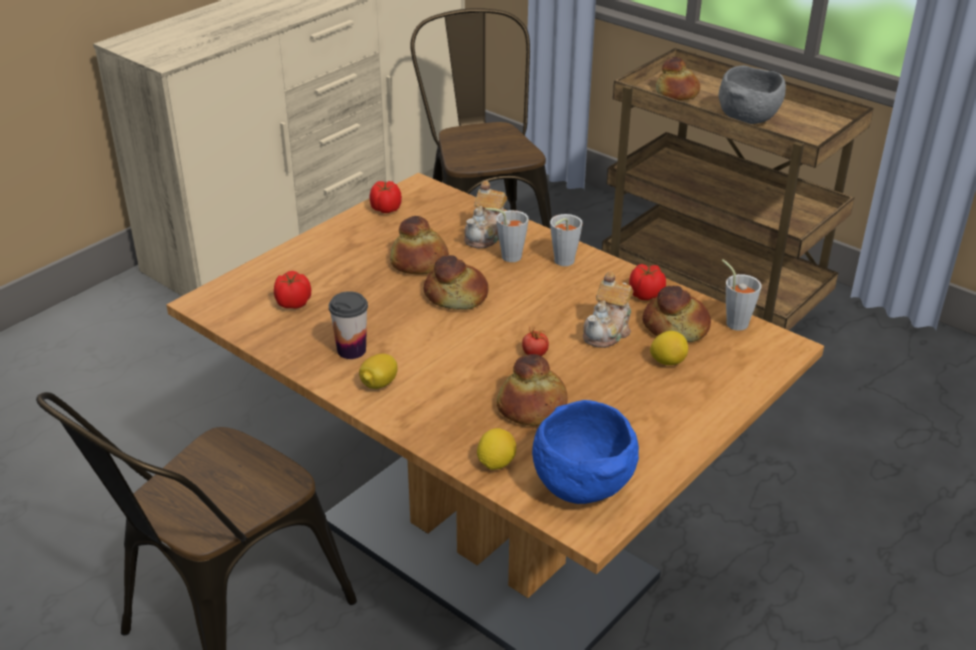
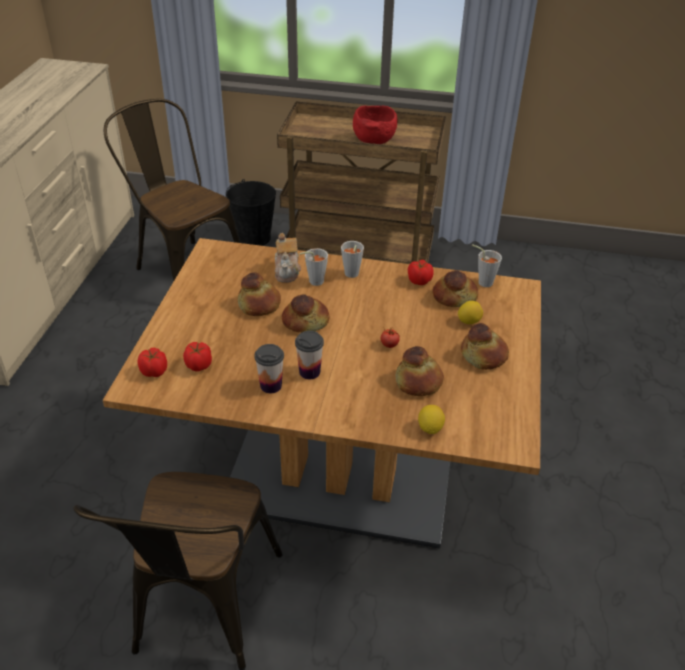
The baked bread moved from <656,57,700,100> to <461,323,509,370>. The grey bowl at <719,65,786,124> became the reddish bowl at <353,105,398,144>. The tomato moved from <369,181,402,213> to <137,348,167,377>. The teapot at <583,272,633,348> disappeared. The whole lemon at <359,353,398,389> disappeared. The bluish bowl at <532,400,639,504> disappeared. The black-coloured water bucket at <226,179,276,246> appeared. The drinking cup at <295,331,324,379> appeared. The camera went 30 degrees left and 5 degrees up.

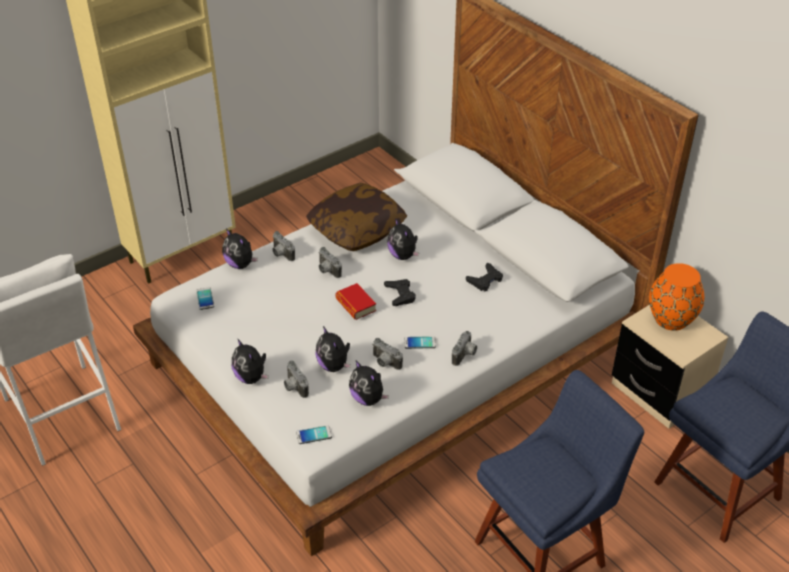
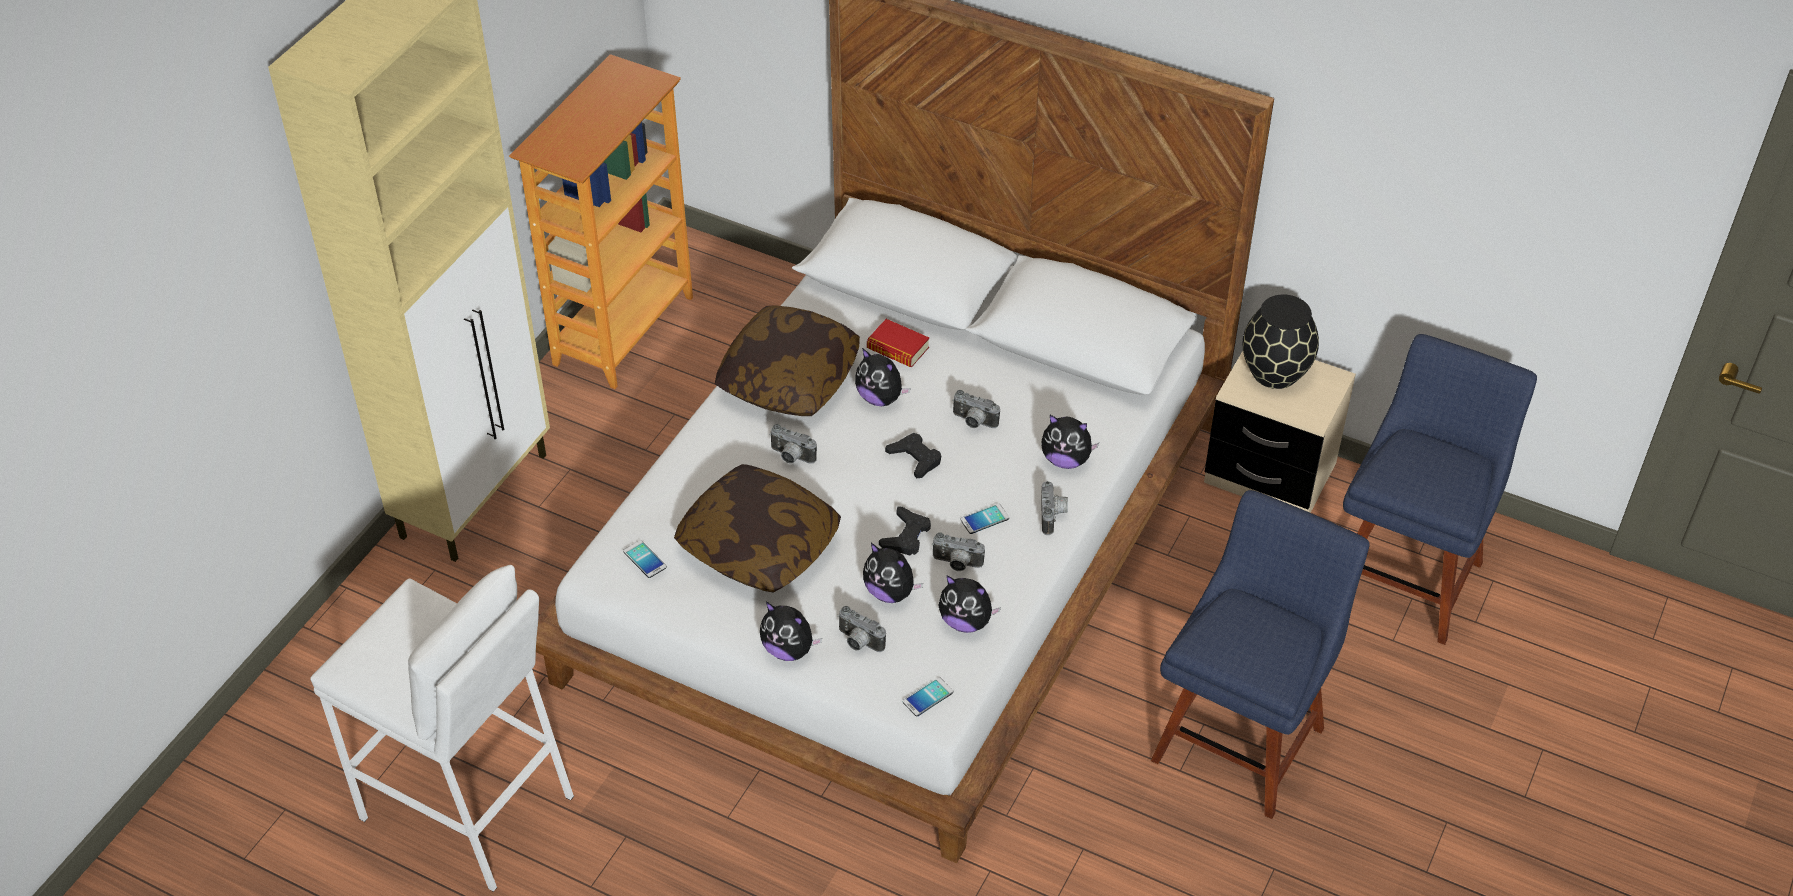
The cuddly toy moved from <222,229,258,269> to <1041,415,1099,469>. The still camera moved from <272,231,295,261> to <952,390,1000,428>. The black-coloured gamepad moved from <466,262,503,291> to <879,506,931,555>. The orange-coloured decorative vase at <649,263,704,331> became the black-coloured decorative vase at <1242,294,1319,389>. The bound book moved from <336,283,376,320> to <867,319,929,367>. The bookcase at <509,54,693,389> appeared. The pillow at <674,464,841,593> appeared. The camera went 25 degrees left and 5 degrees up.

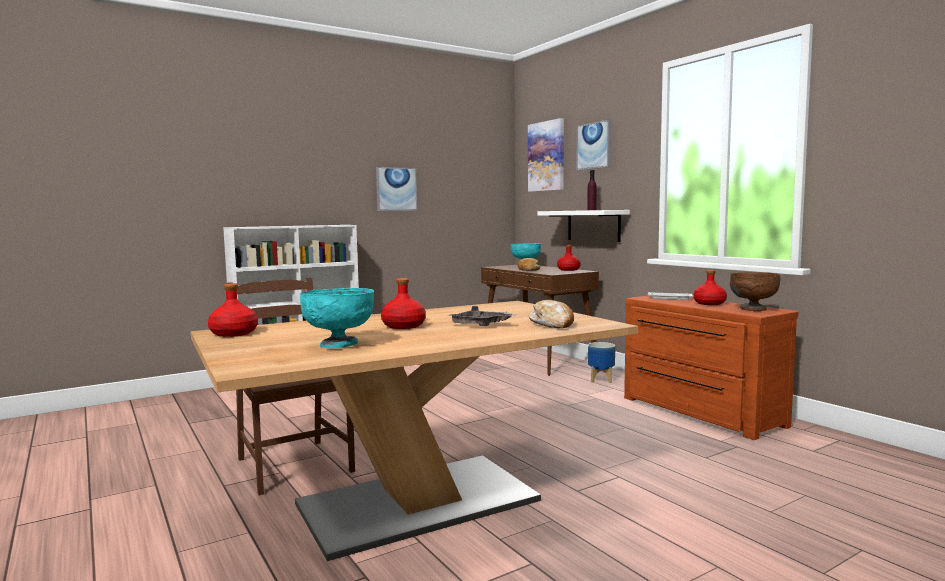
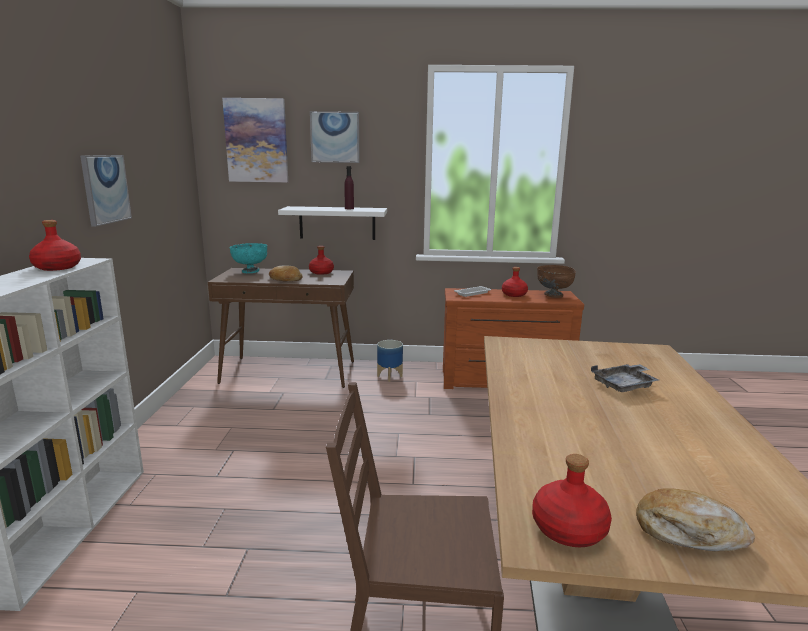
The reddish drink bottle moved from <381,278,426,329> to <29,220,81,271>. The blue-green bowl at <300,288,374,348> disappeared. The baked bread moved from <529,300,574,328> to <636,488,755,552>. The camera went 55 degrees left and 10 degrees up.

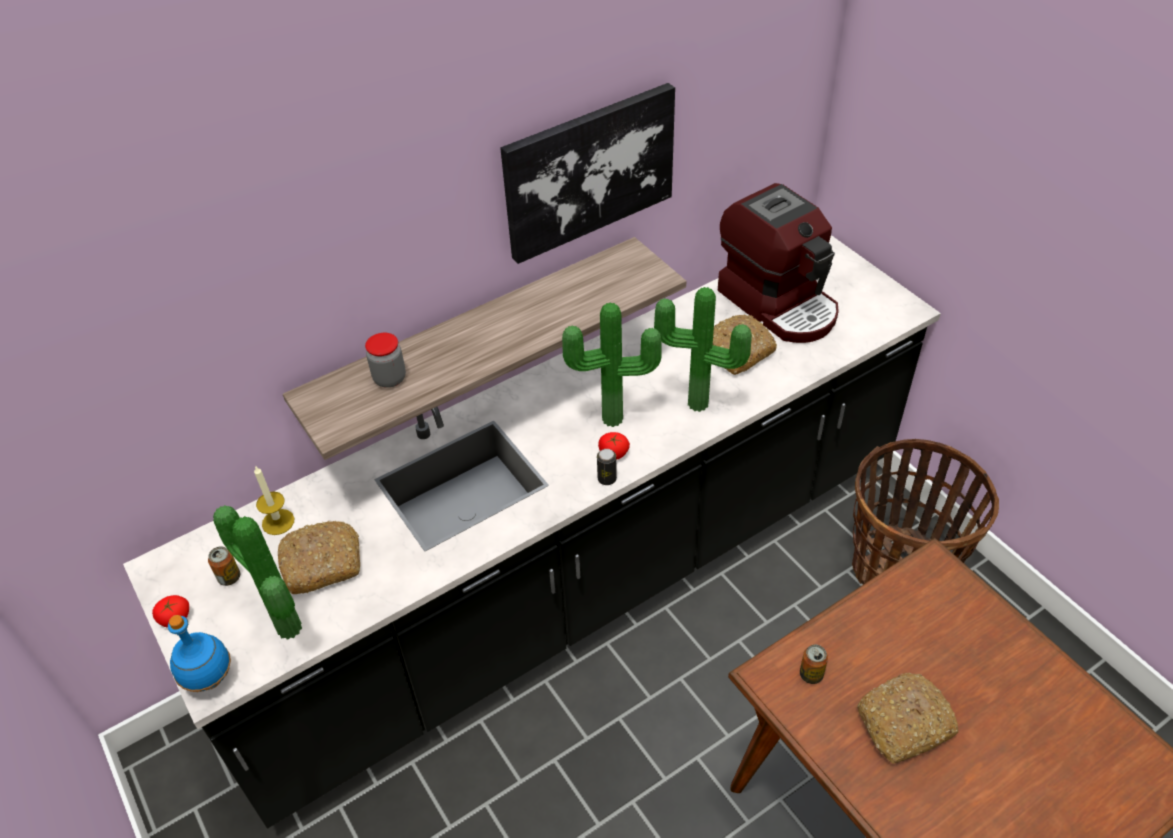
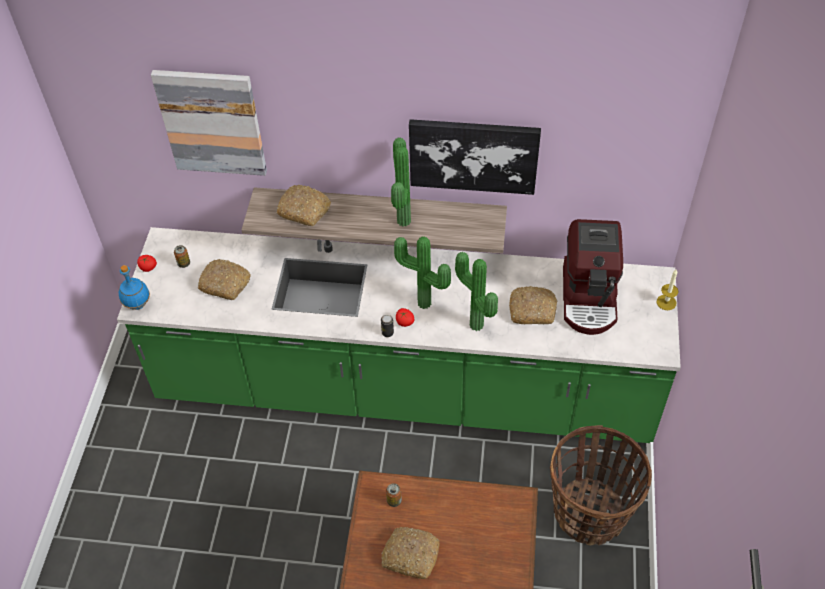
The black-coloured counter at <123,235,941,829> became the greenish counter at <117,227,681,443>. The storage jar at <365,333,406,388> was replaced by the baked bread at <276,185,331,226>. The wax light moved from <254,467,294,535> to <657,270,679,310>. The plant in a pot moved from <213,505,302,640> to <391,137,411,227>. The picture at <151,70,267,176> appeared. The camera went 40 degrees right and 5 degrees up.

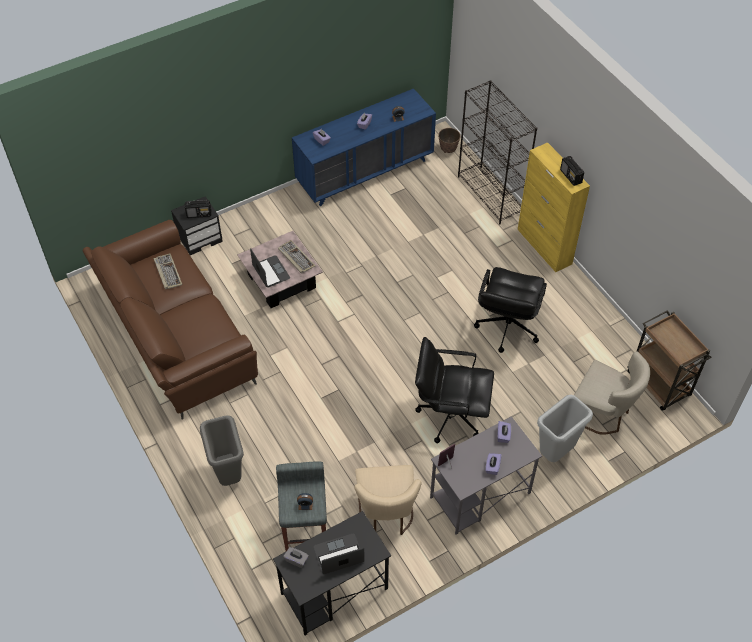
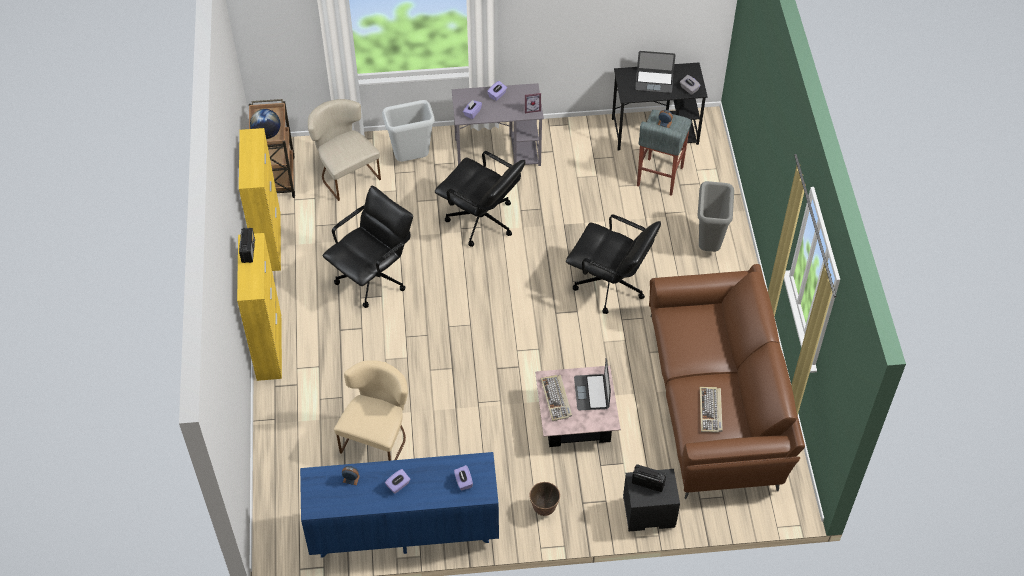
The black-coloured bookcase at <458,80,537,224> disappeared. The plant pot moved from <438,128,461,153> to <529,482,560,516>. The beige-coloured plain chair moved from <354,465,422,535> to <334,360,408,461>. The globe at <250,109,280,139> appeared. The yellow cabinet at <239,128,281,271> appeared. The black-coloured desk chair at <566,215,661,314> appeared. The camera went 155 degrees left and 0 degrees up.

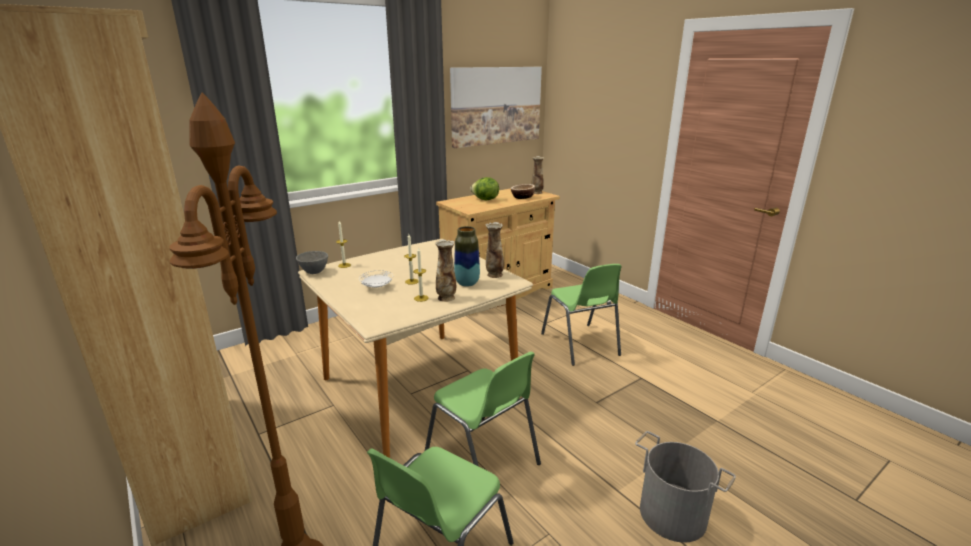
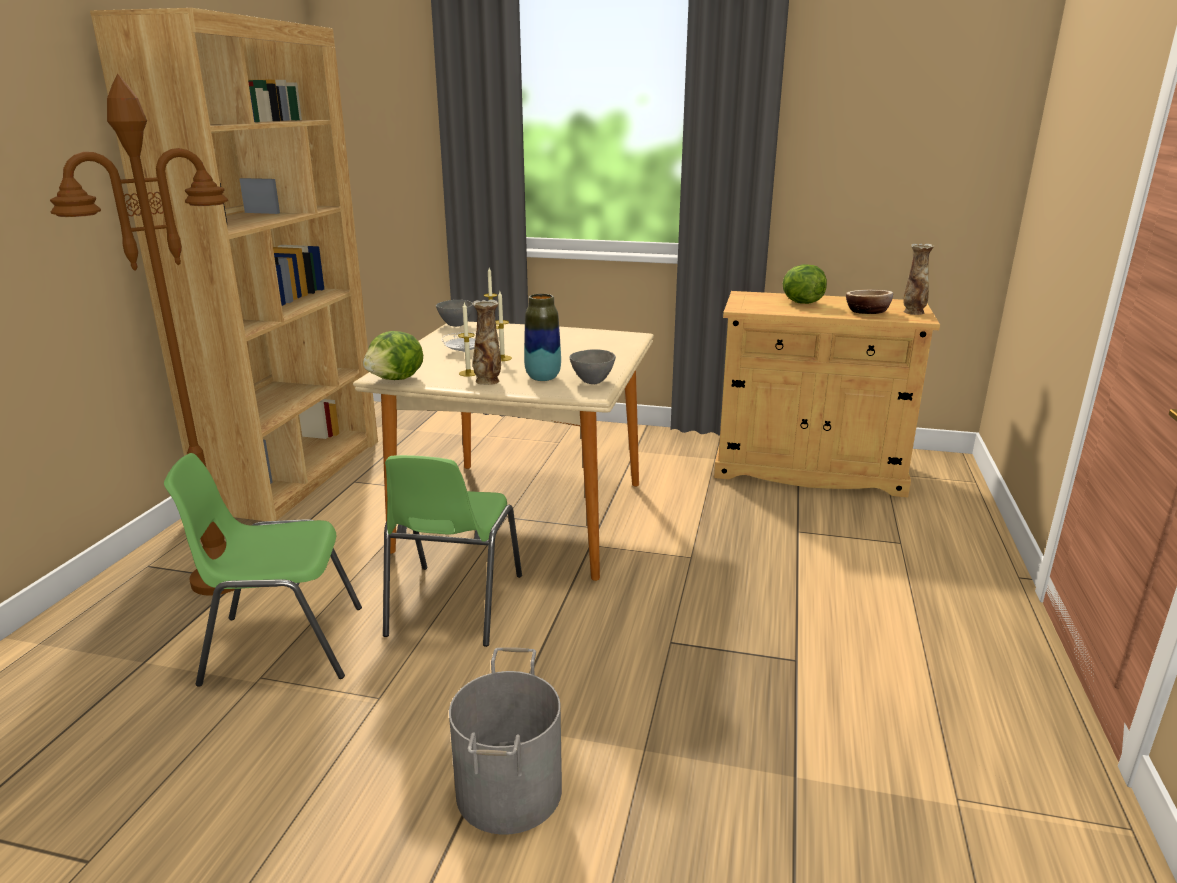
The picture at <450,67,542,148> disappeared. The decorative vase at <486,222,504,278> was replaced by the grey bowl at <569,349,616,384>. The greenish plain chair at <541,264,622,366> disappeared. The lettuce head at <363,331,423,380> appeared. The camera went 50 degrees right and 0 degrees up.

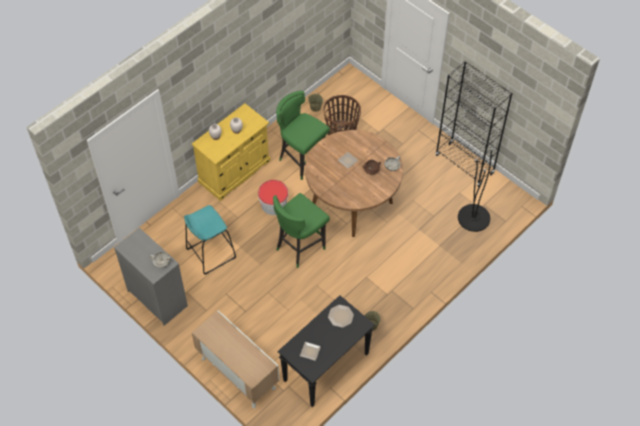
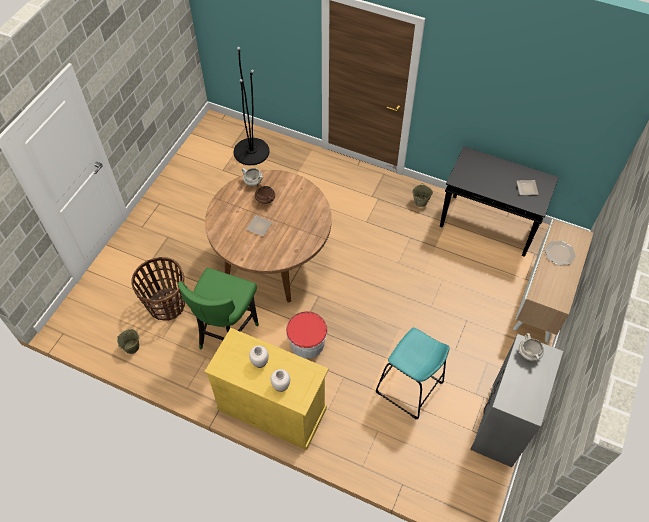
The black-coloured bookcase at <435,60,513,187> disappeared. The greenish sitting stool at <273,193,330,268> disappeared. The plate moved from <328,305,354,328> to <545,240,576,265>. The camera went 110 degrees left and 0 degrees up.

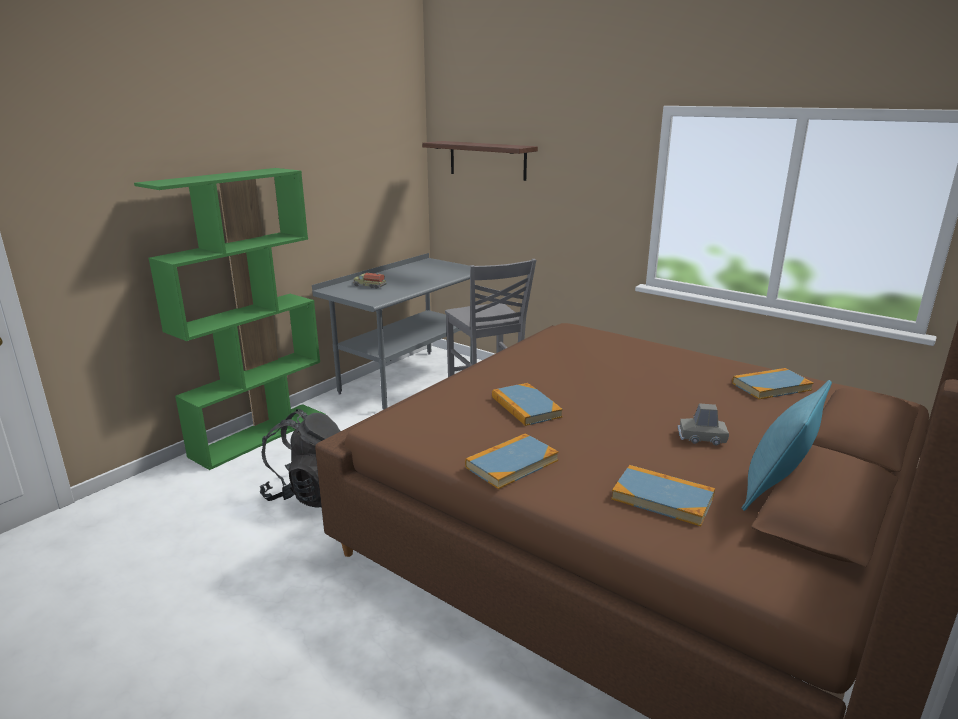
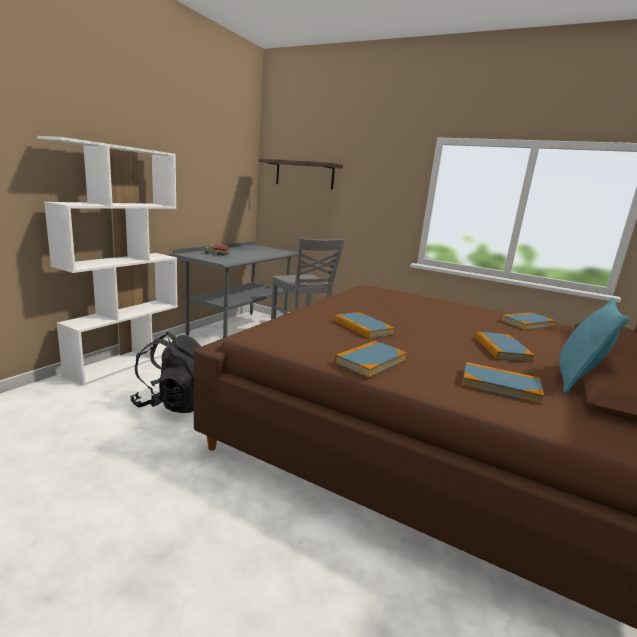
The greenish bookcase at <134,168,325,470> became the whitish bookcase at <37,136,178,386>. The grey miniature car at <678,404,729,445> was replaced by the bound book at <475,332,535,362>. The camera went 10 degrees left and 5 degrees down.

